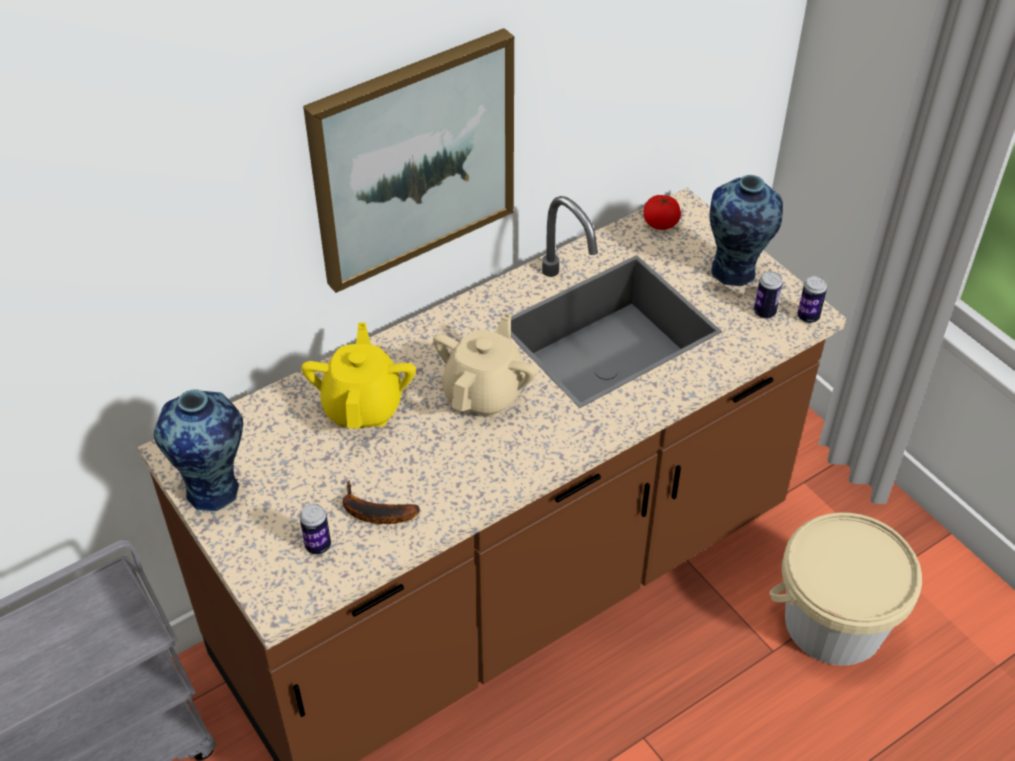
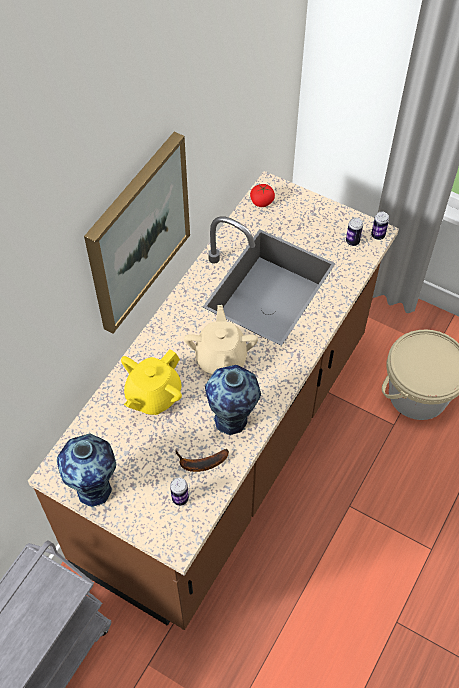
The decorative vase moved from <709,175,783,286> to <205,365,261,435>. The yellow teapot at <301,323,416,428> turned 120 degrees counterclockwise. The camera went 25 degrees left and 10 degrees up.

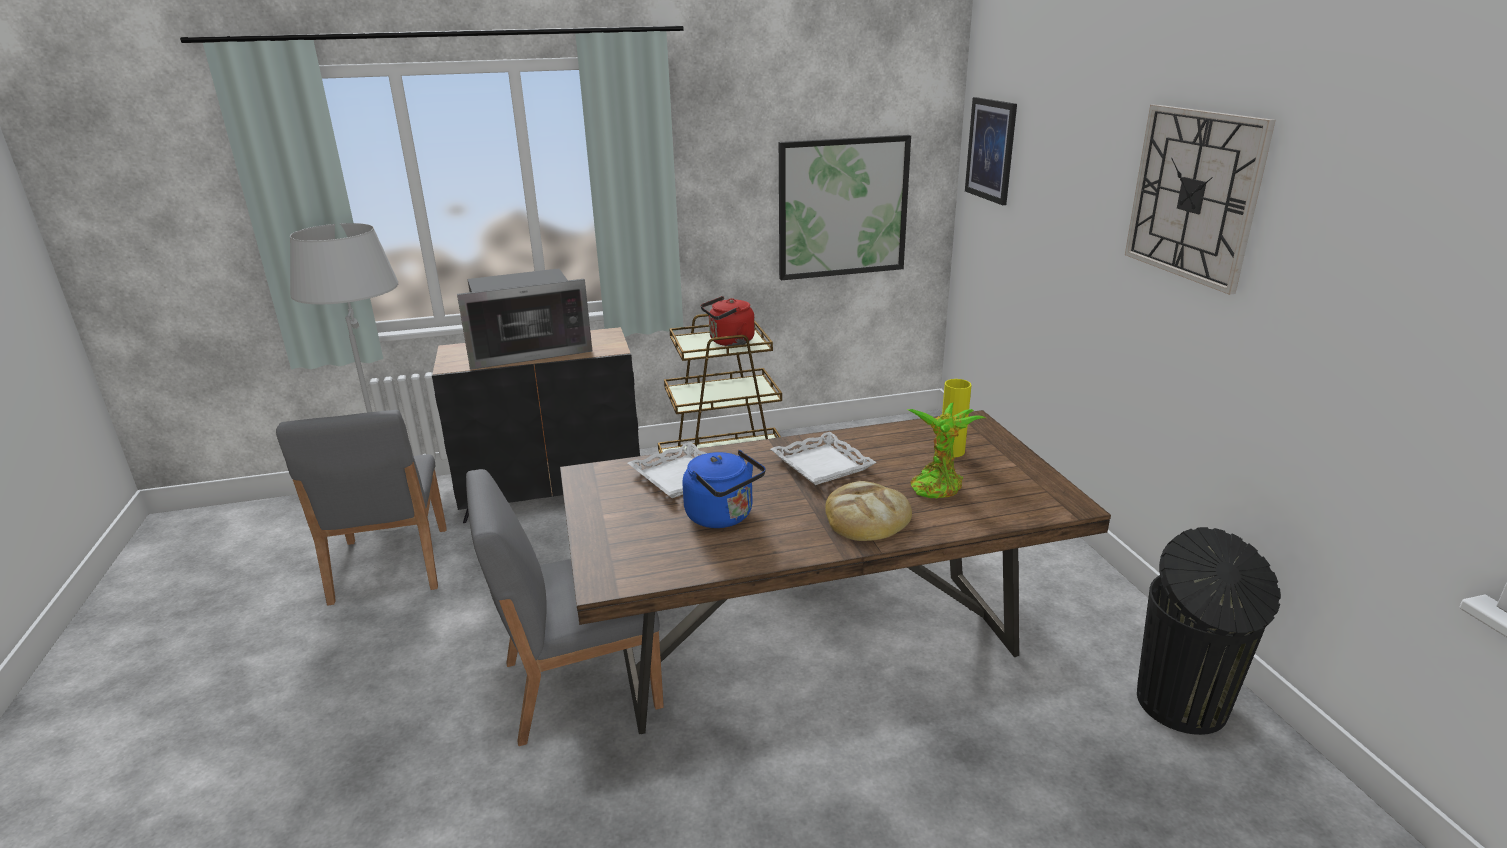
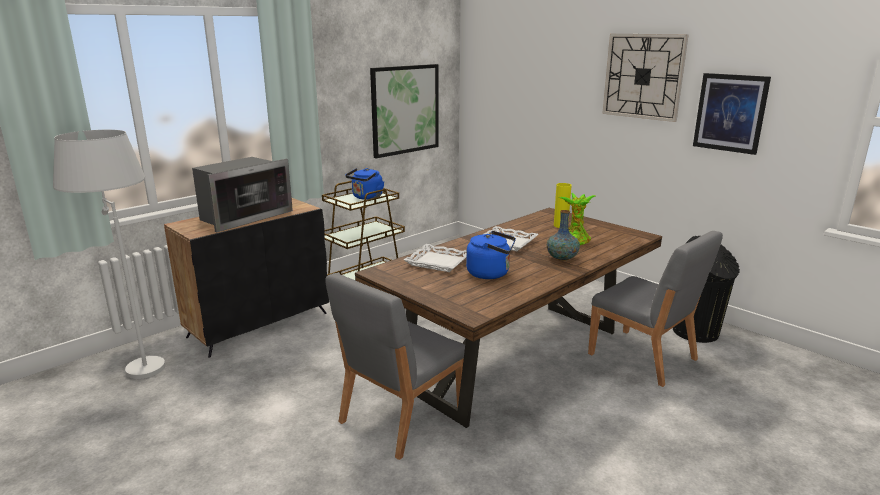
The picture moved from <965,97,1017,205> to <693,73,771,155>. The reddish water kettle at <701,296,755,346> became the bluish water kettle at <345,168,384,200>. The grey plain chair moved from <276,410,447,606> to <588,231,723,387>. The baked bread at <825,481,912,541> was replaced by the decorative vase at <547,210,580,261>. The camera went 30 degrees left and 5 degrees down.

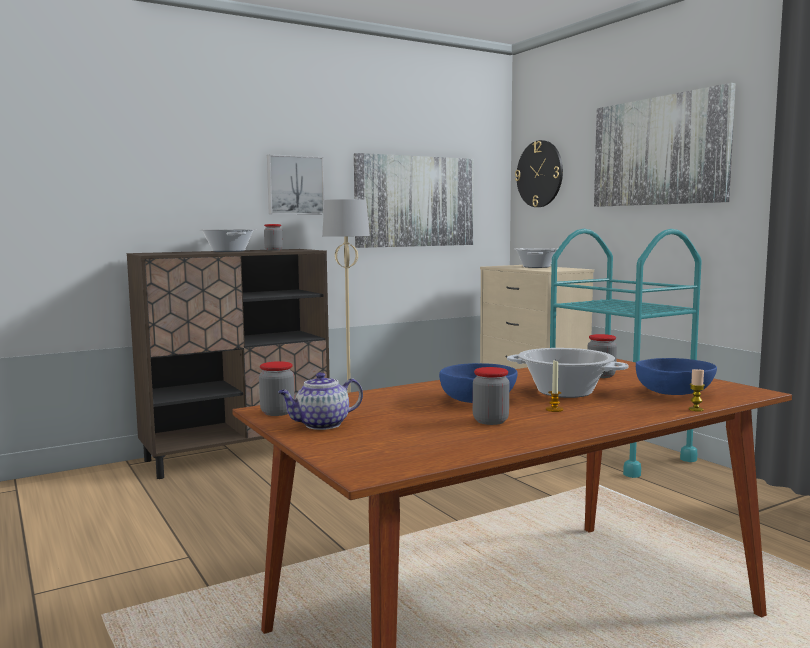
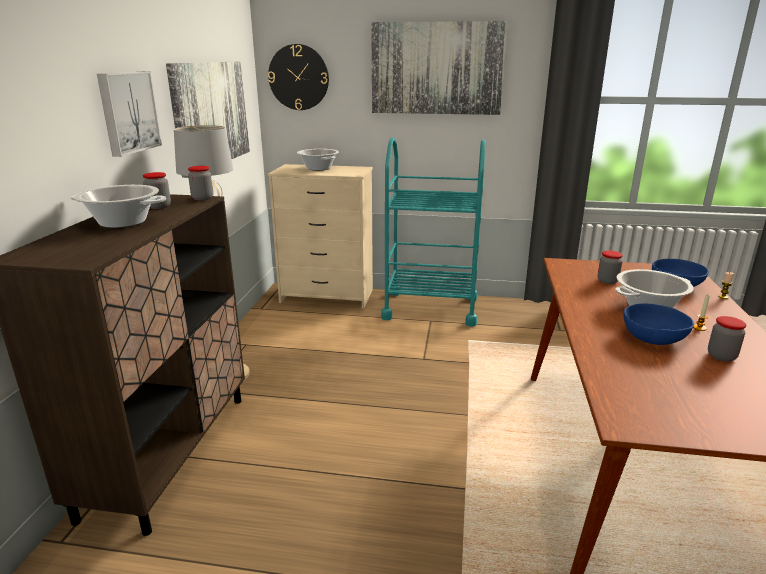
The storage jar moved from <259,361,295,416> to <188,166,213,200>. The teapot at <278,372,363,430> disappeared. The camera went 50 degrees left and 15 degrees up.

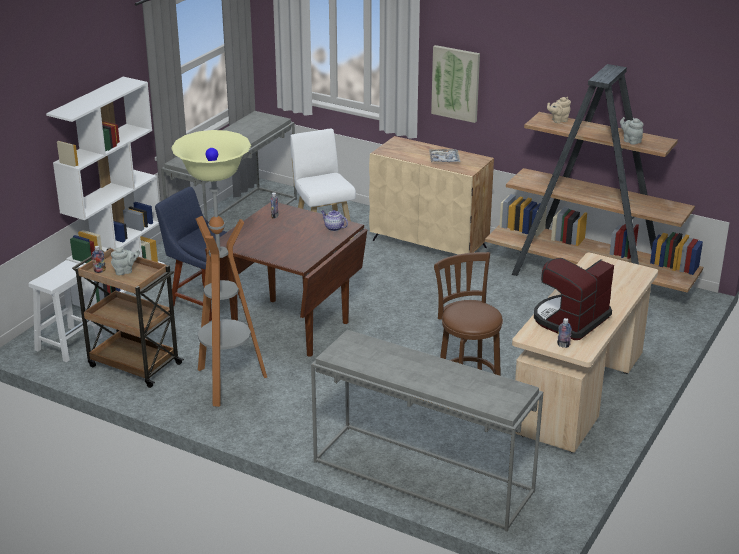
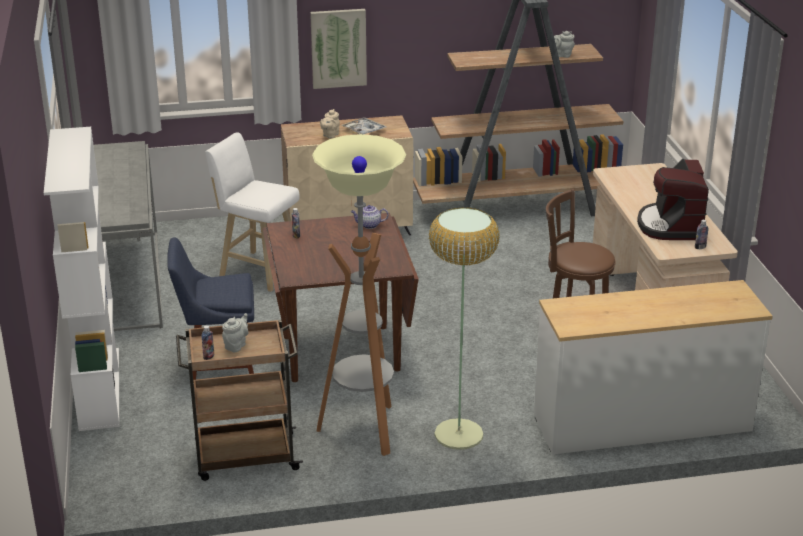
The beige-coloured teapot moved from <547,97,571,123> to <320,109,340,138>. The whitish sitting stool at <29,260,102,362> disappeared. The grey narrow table at <311,330,543,532> was replaced by the whitish dresser at <534,280,773,455>. The standing lamp at <429,207,500,450> appeared. The camera went 40 degrees left and 0 degrees up.

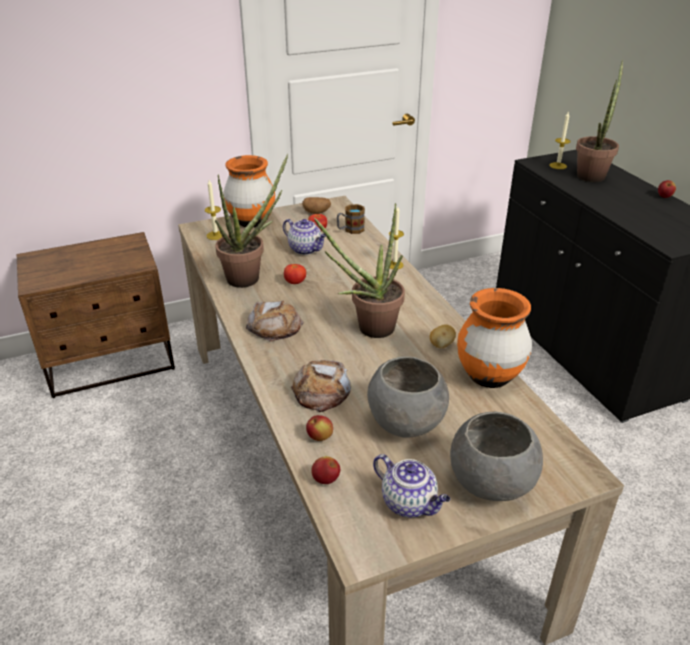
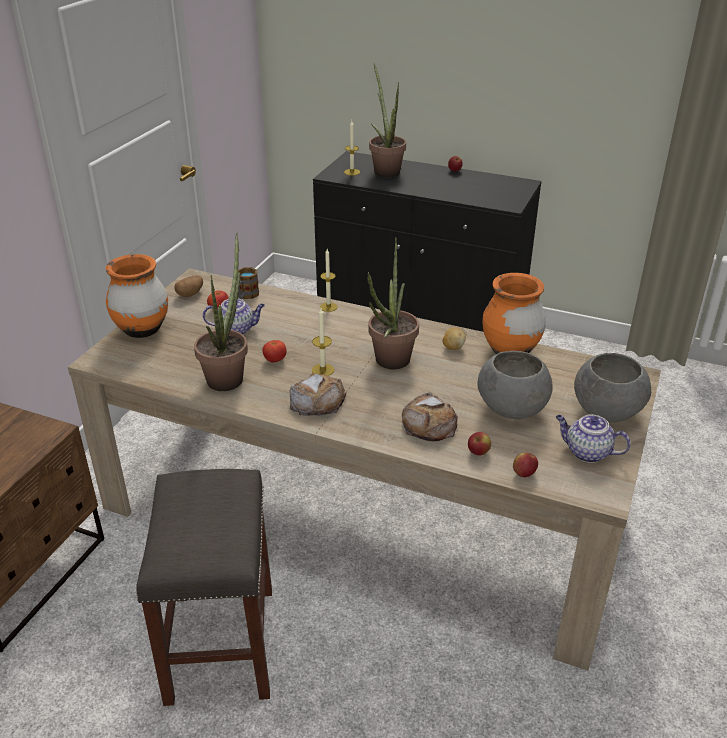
The wax light moved from <205,180,222,240> to <312,308,334,376>. The teapot at <373,454,450,518> turned 150 degrees counterclockwise. The grey sitting stool at <136,469,272,706> appeared. The camera went 45 degrees left and 0 degrees up.

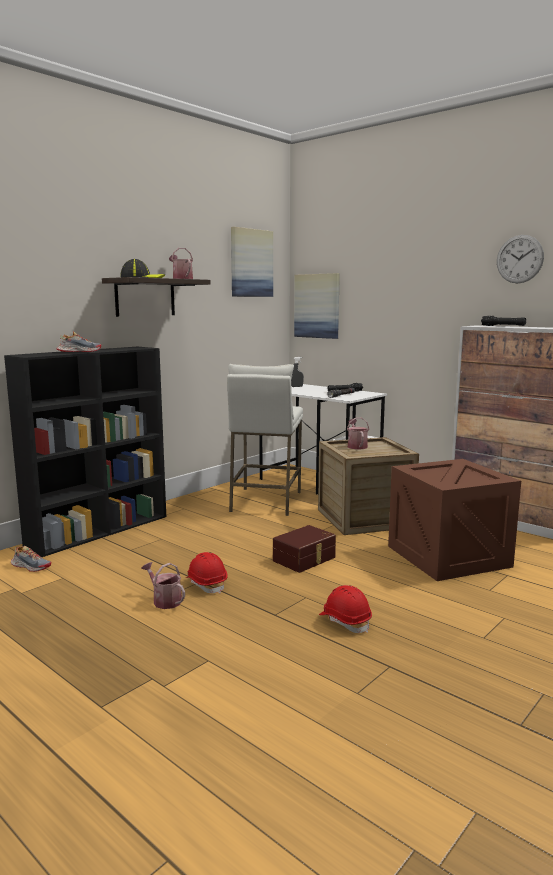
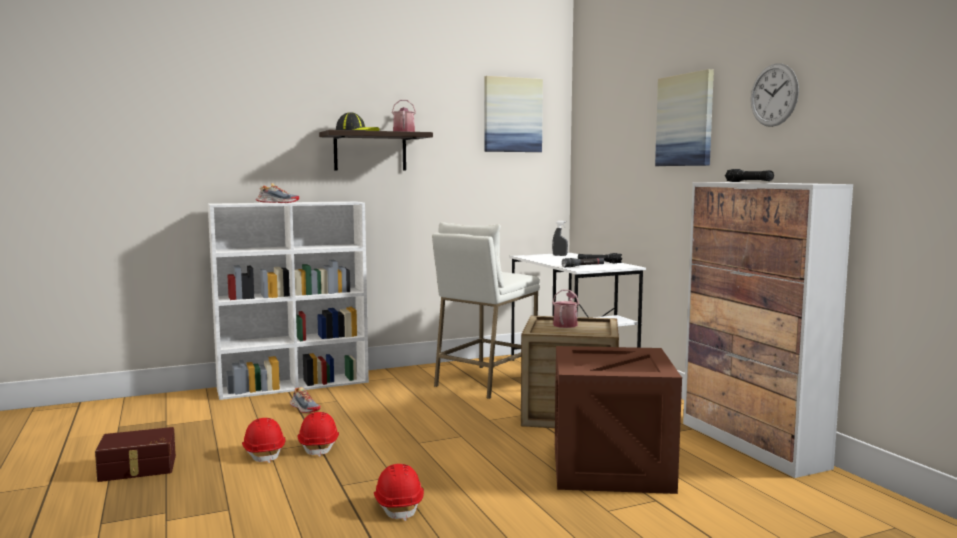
The picture moved from <294,273,340,339> to <655,69,714,166>. The black-coloured bookcase at <4,347,166,557> became the whitish bookcase at <208,201,369,400>. The brown-coloured storage container moved from <273,525,336,573> to <95,427,176,482>. The item of footwear moved from <11,546,51,572> to <290,387,321,413>. The watering can at <141,562,185,609> was replaced by the reddish hard hat at <242,418,285,463>. The camera went 25 degrees right and 5 degrees down.

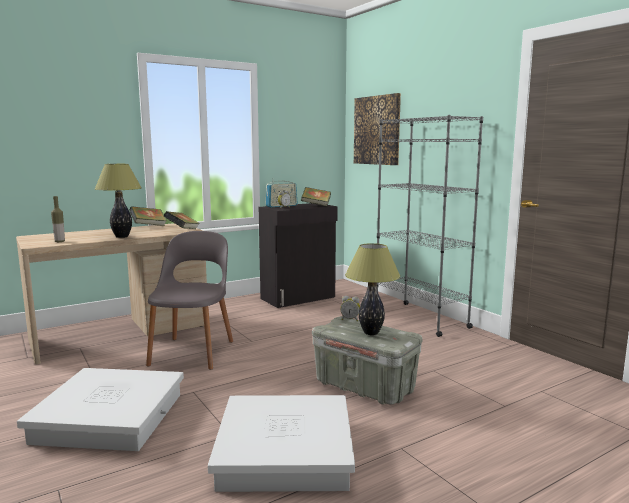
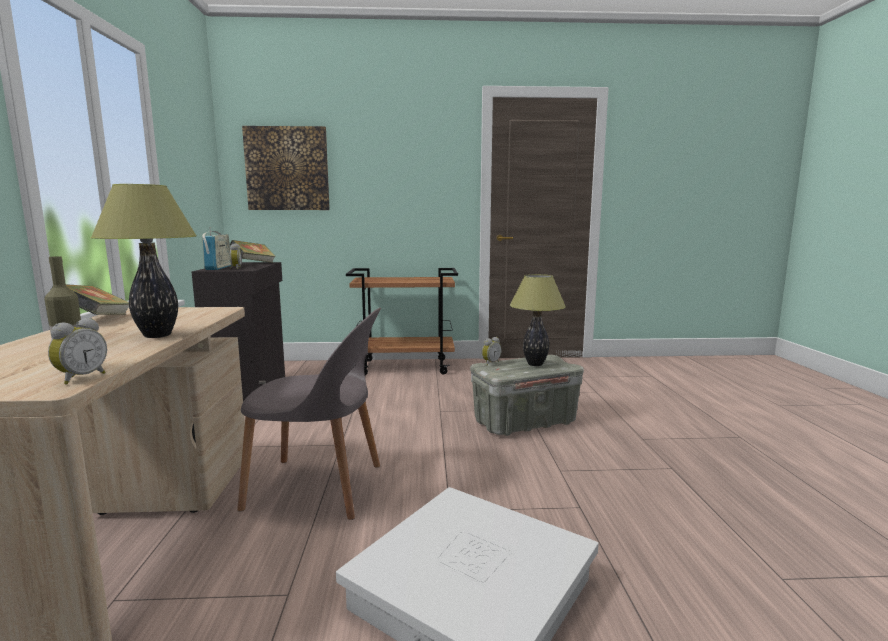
The grey bookcase at <377,115,483,337> was replaced by the brown-coloured cart at <346,268,458,375>. The bound book at <164,211,200,229> disappeared. The grey plain chair at <146,231,233,370> turned 150 degrees clockwise. The whitish storage container at <208,395,355,492> disappeared. The alarm clock at <48,318,107,385> appeared. The camera went 60 degrees left and 0 degrees up.

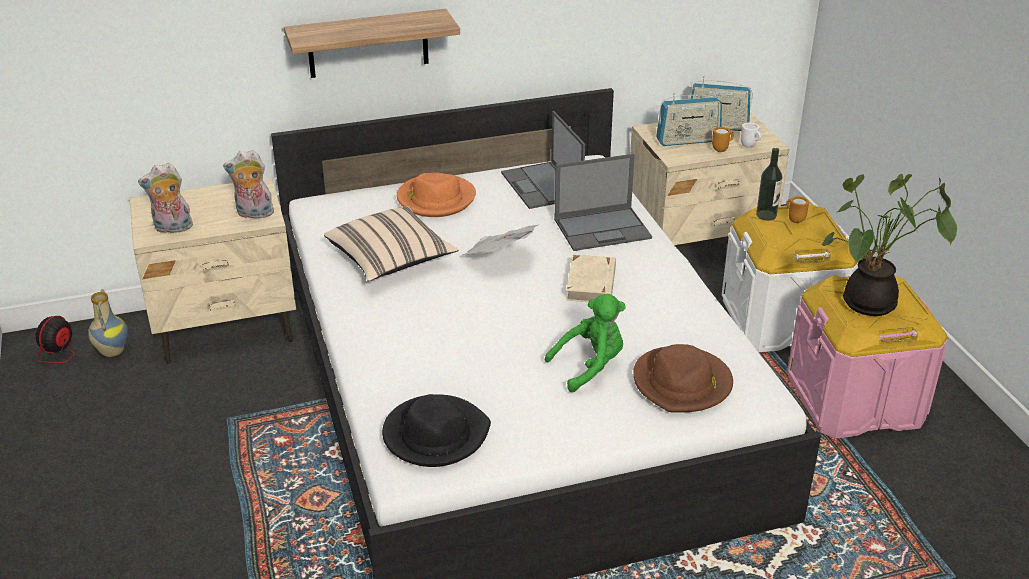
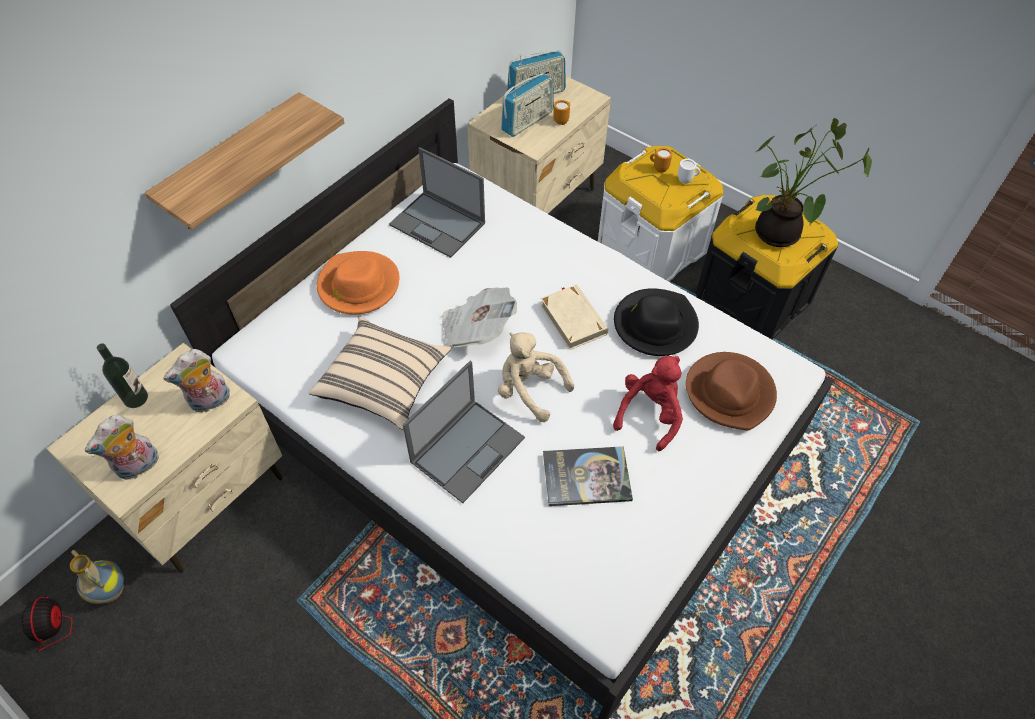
The whitish coffee mug moved from <741,122,761,148> to <678,159,700,184>. The drink bottle moved from <756,148,782,221> to <97,344,148,408>. The portable computer moved from <554,154,652,251> to <403,361,525,503>. The pinkish storage container at <787,275,947,439> became the black-coloured storage container at <696,195,838,340>. The greenish cuddly toy at <545,294,626,392> became the reddish cuddly toy at <613,356,683,451>. The black-coloured wearable hat moved from <382,394,491,467> to <614,288,699,356>. The beige-coloured cuddly toy at <498,332,574,422> appeared. The bound book at <543,446,633,506> appeared. The camera went 35 degrees left and 20 degrees up.

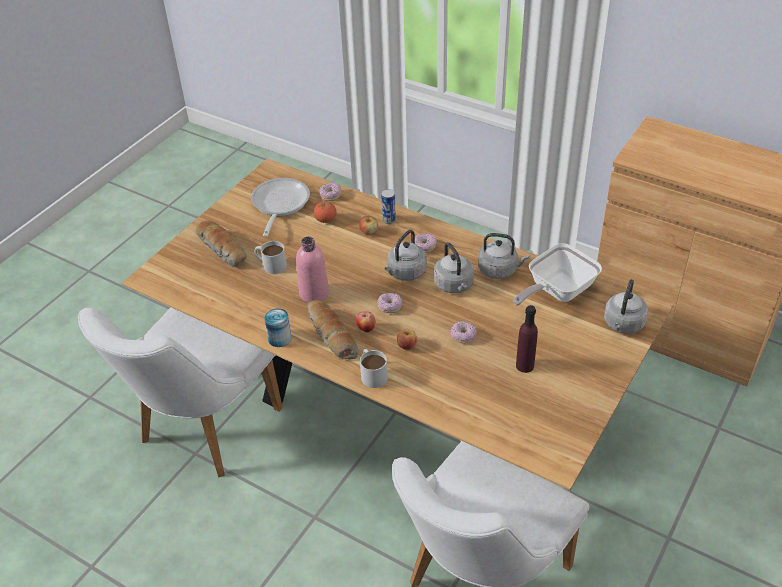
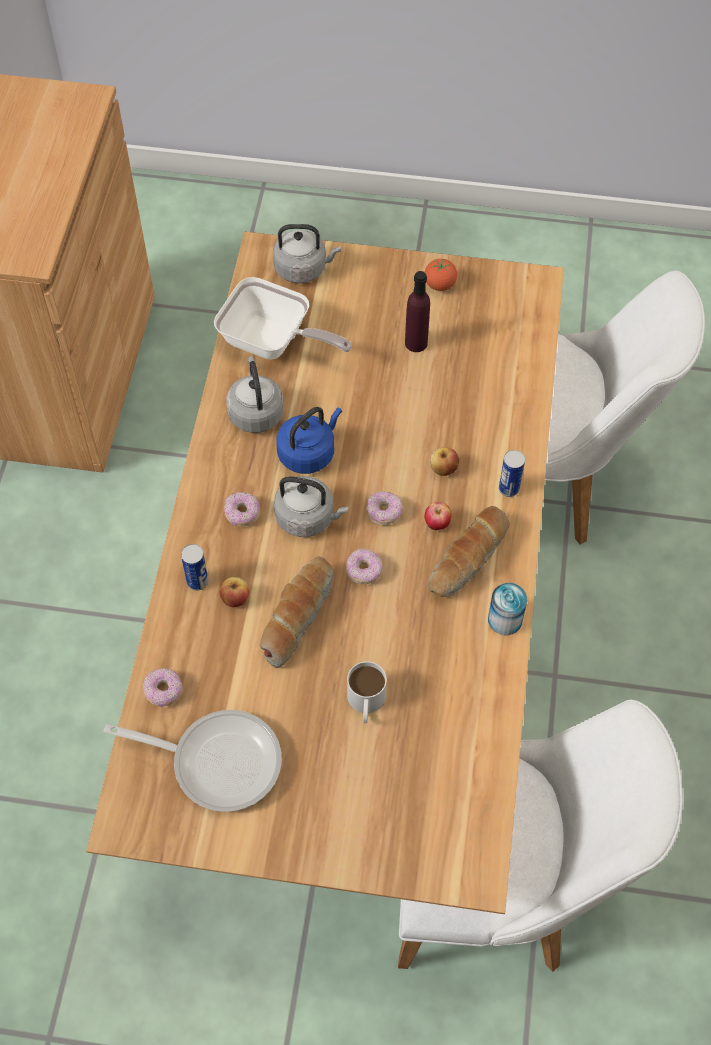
The frying pan at <251,178,310,237> turned 150 degrees counterclockwise. The tomato moved from <314,201,336,223> to <425,259,457,291>. The baked bread moved from <196,221,247,267> to <260,557,333,668>. The pinkish drink bottle at <296,236,329,303> disappeared. The grey water kettle at <434,242,474,293> became the bluish water kettle at <276,407,342,474>. The doughnut moved from <450,321,477,344> to <346,549,383,584>. The whitish coffee mug at <360,349,388,388> was replaced by the can at <499,450,525,497>. The camera went 115 degrees left and 15 degrees up.

